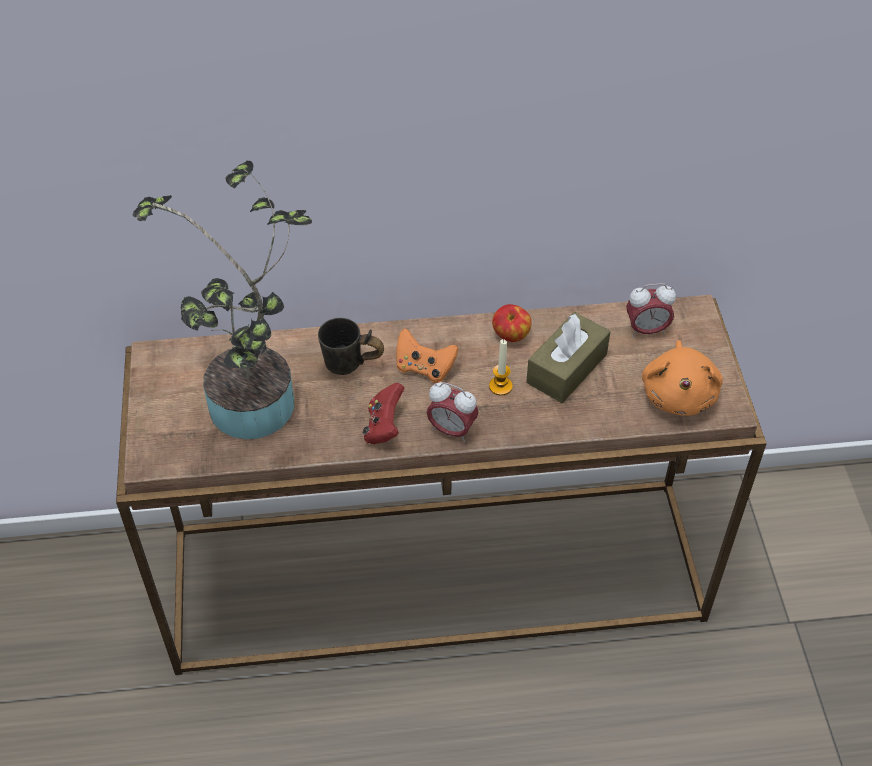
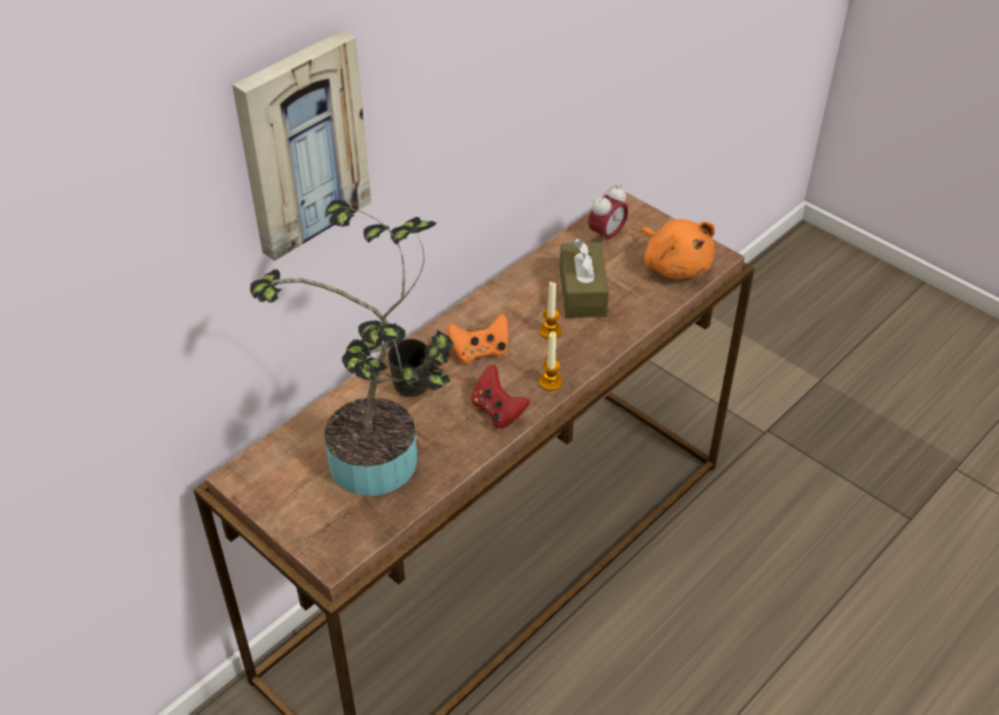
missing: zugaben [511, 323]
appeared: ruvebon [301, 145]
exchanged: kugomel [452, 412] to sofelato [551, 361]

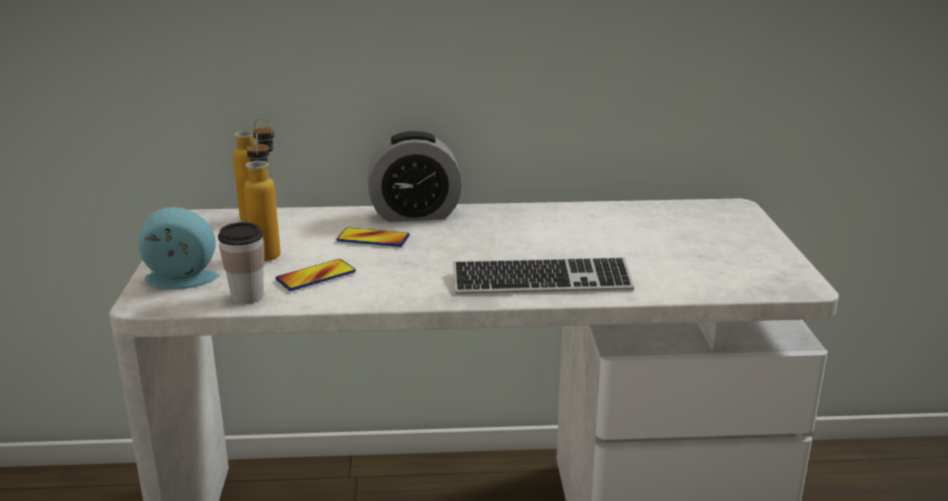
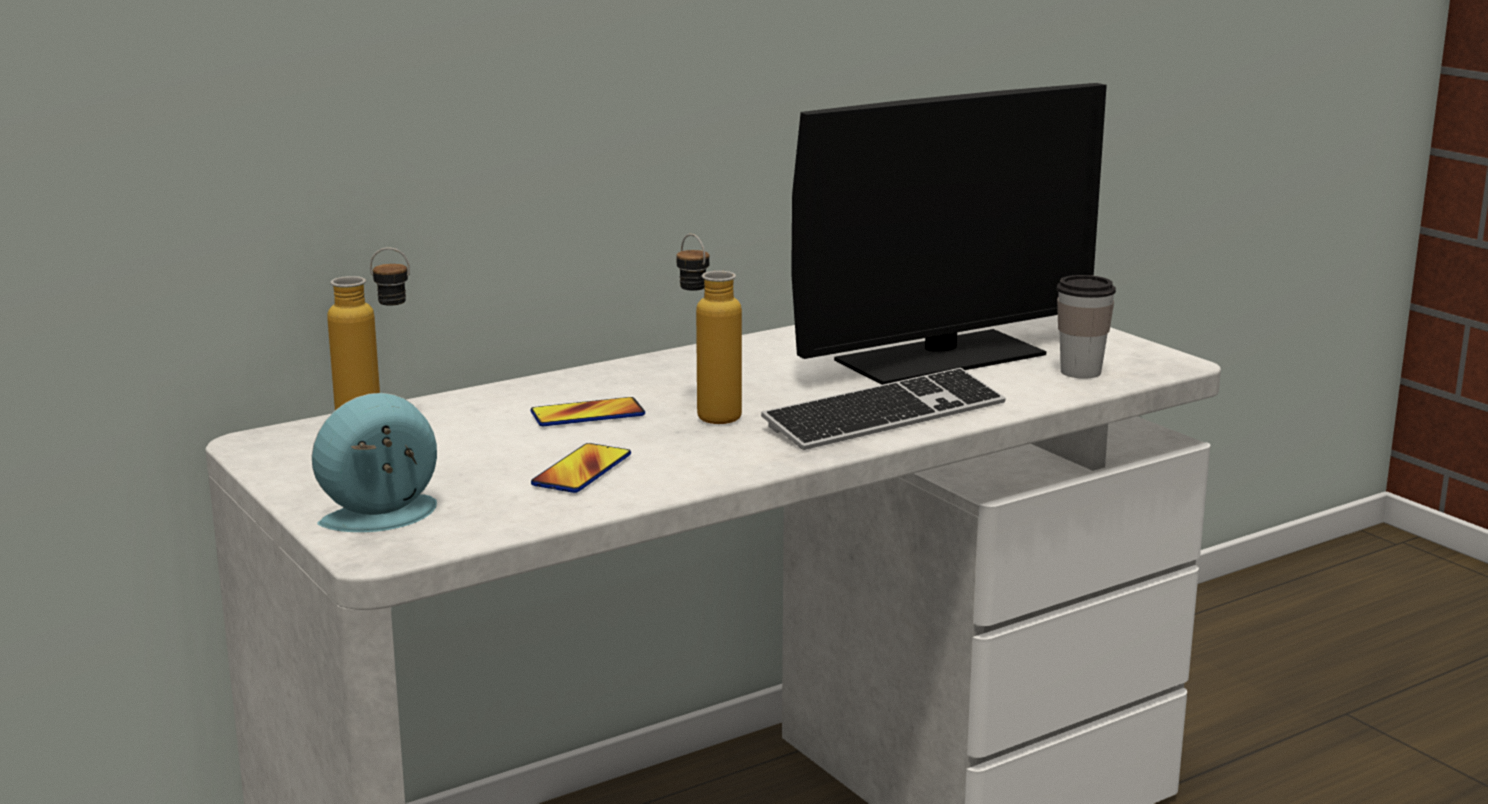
missing: kugomel [415, 176]
appeared: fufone [949, 234]
relocated: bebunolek [241, 263] to [1086, 327]; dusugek [262, 197] to [709, 329]

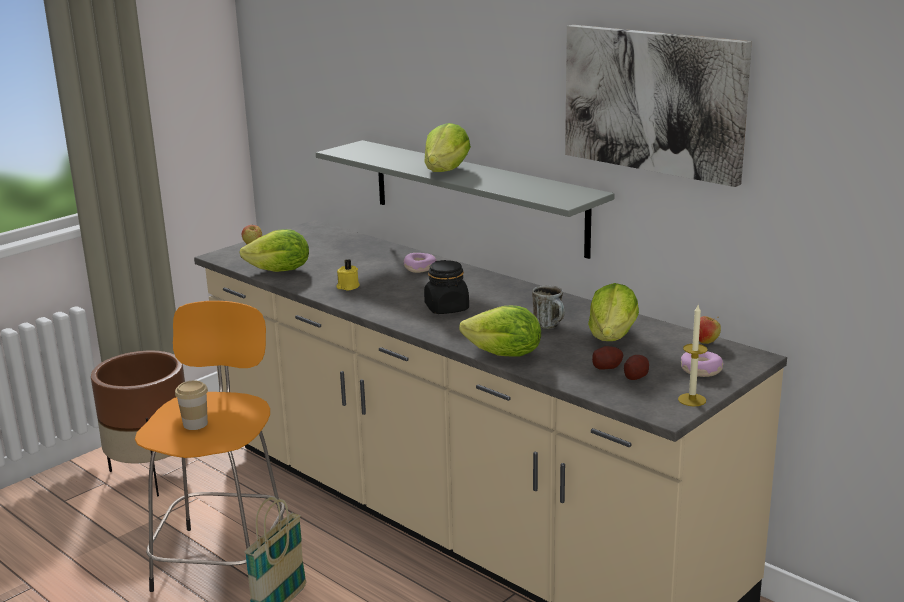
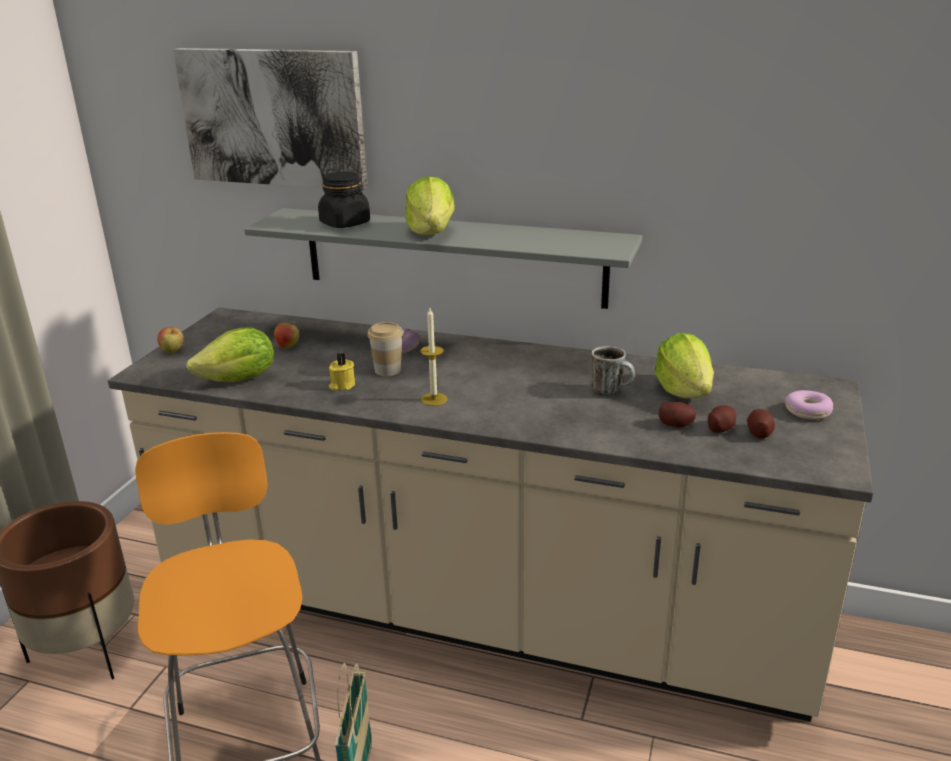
missing: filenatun [500, 331]
appeared: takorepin [677, 415]
relocated: bebunolek [191, 405] to [385, 349]; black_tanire [446, 287] to [344, 200]; ruvebon [658, 106] to [270, 119]; sofelato [693, 355] to [434, 357]; zugaben [710, 330] to [286, 335]

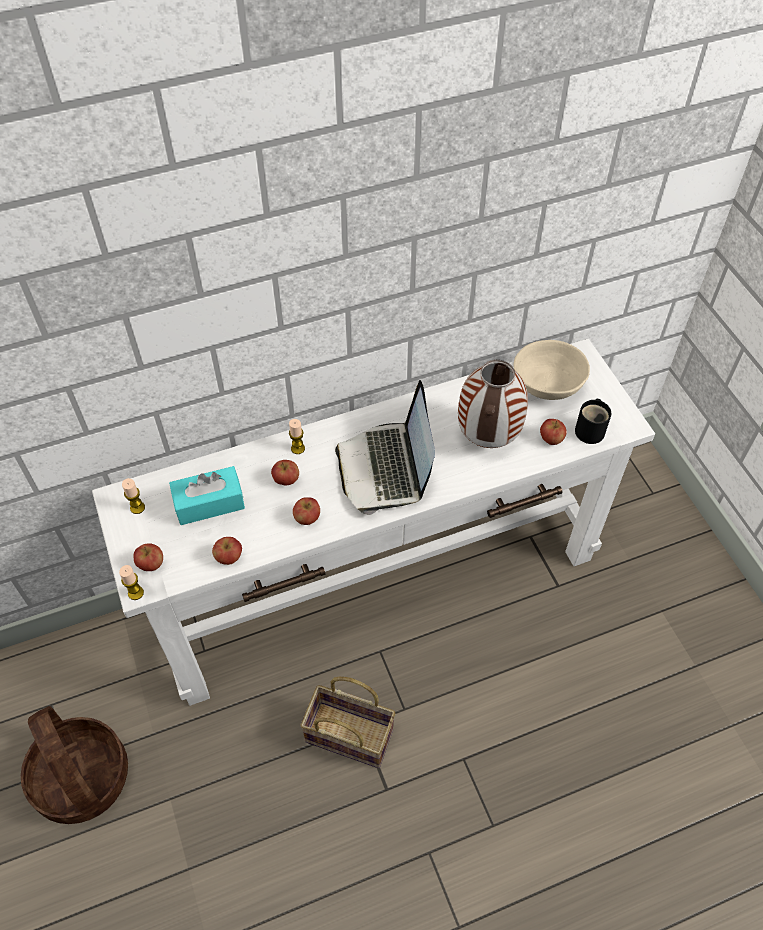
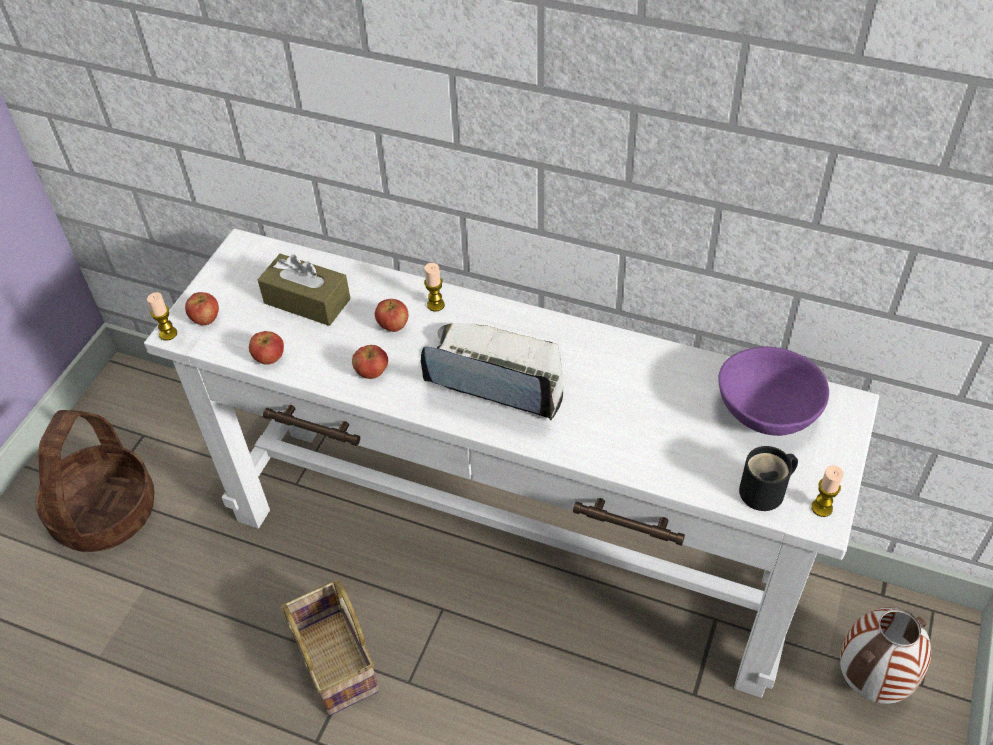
missing: zugaben [553, 432]
relocated: sofelato [133, 496] to [827, 491]; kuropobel [493, 404] to [885, 655]
colour: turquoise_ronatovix [207, 495] to brown_ronatovix [304, 290]; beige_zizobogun [552, 370] to purple_zizobogun [773, 391]
spun: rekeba [385, 447] = [492, 371] 75 degrees clockwise

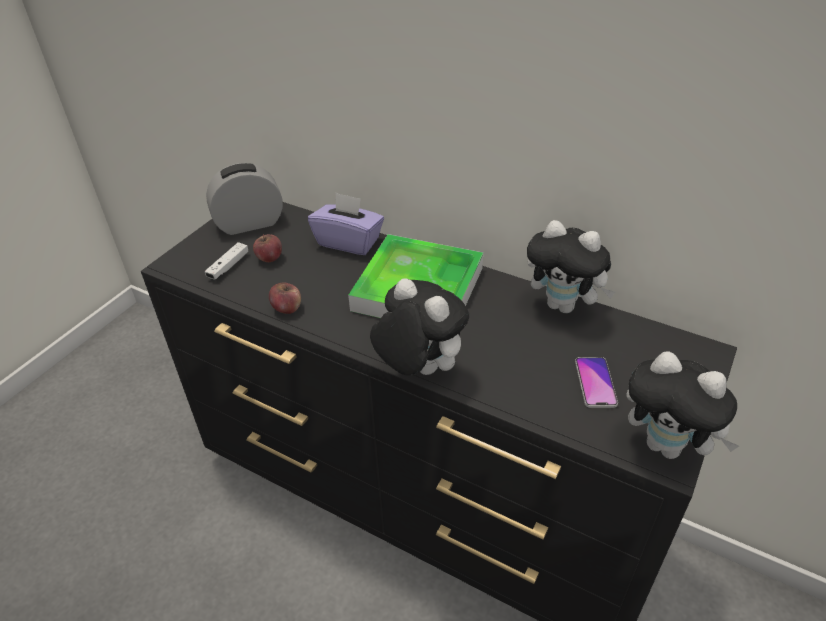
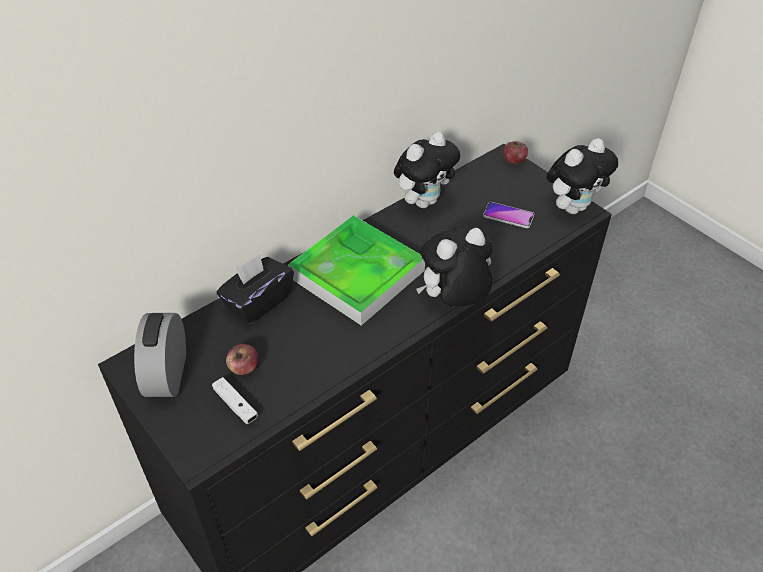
relocated: zugaben [285, 298] to [515, 152]
colour: purple_ronatovix [346, 224] to black_ronatovix [255, 289]

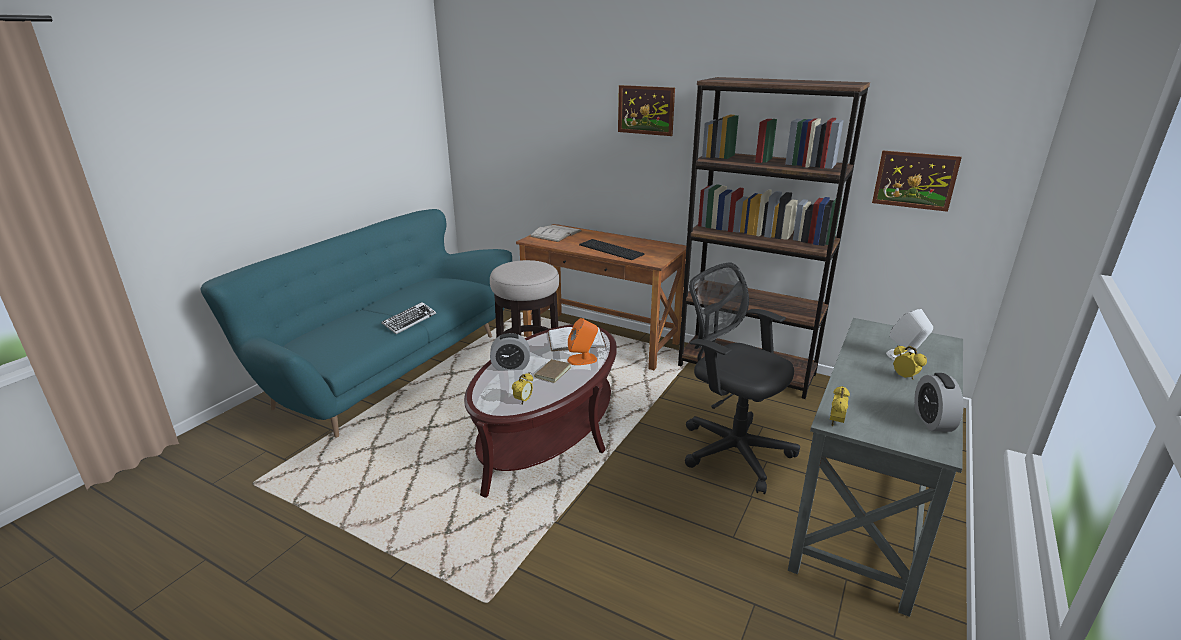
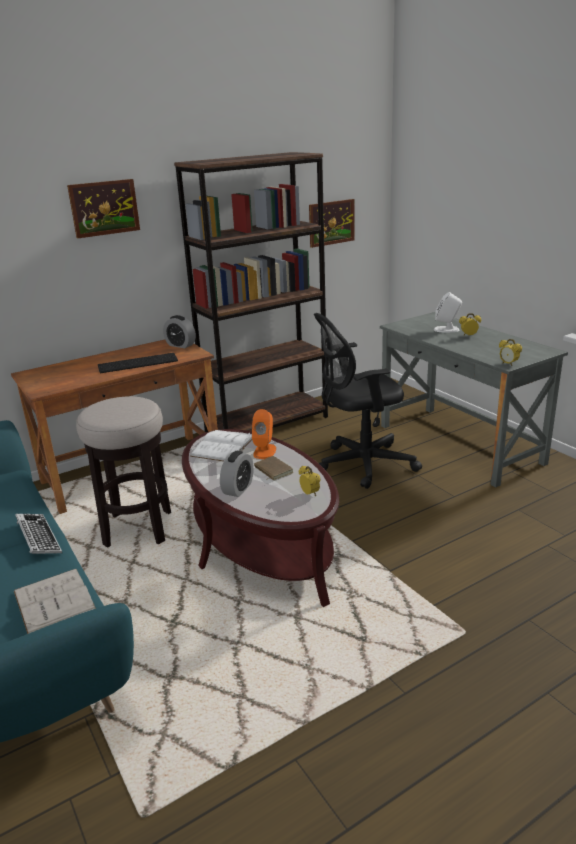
relocated: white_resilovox [555, 233] to [55, 601]; kugomel [939, 402] to [179, 331]

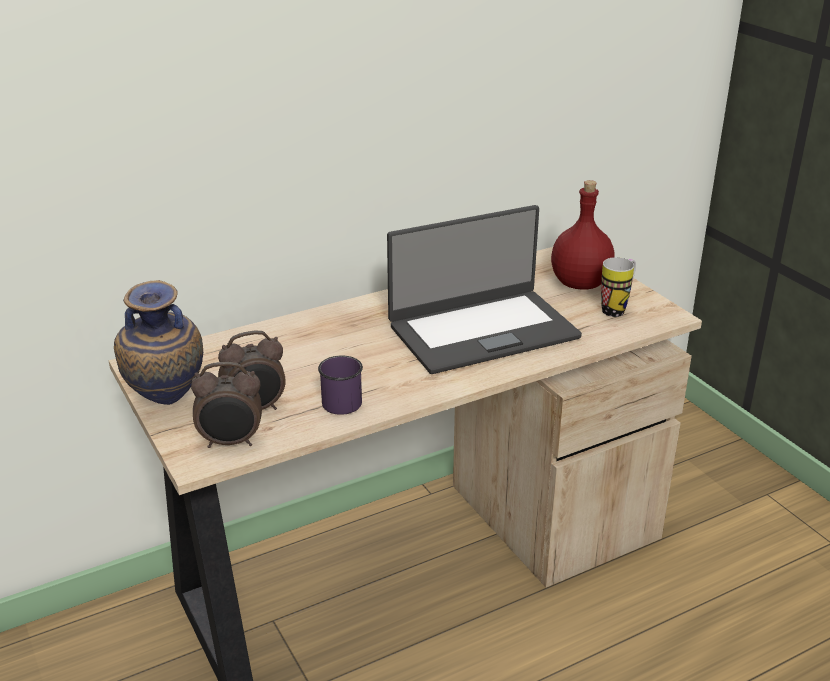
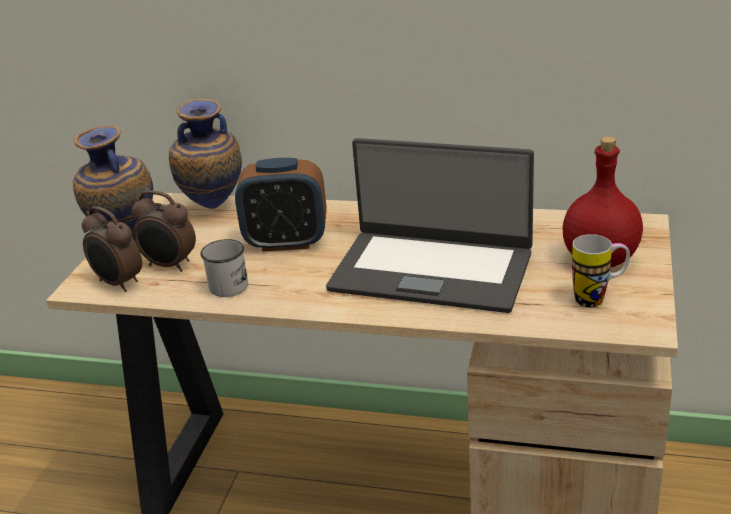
appeared: kuropobel [205, 154]; kugomel [280, 205]
colour: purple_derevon [340, 385] to white_derevon [224, 268]

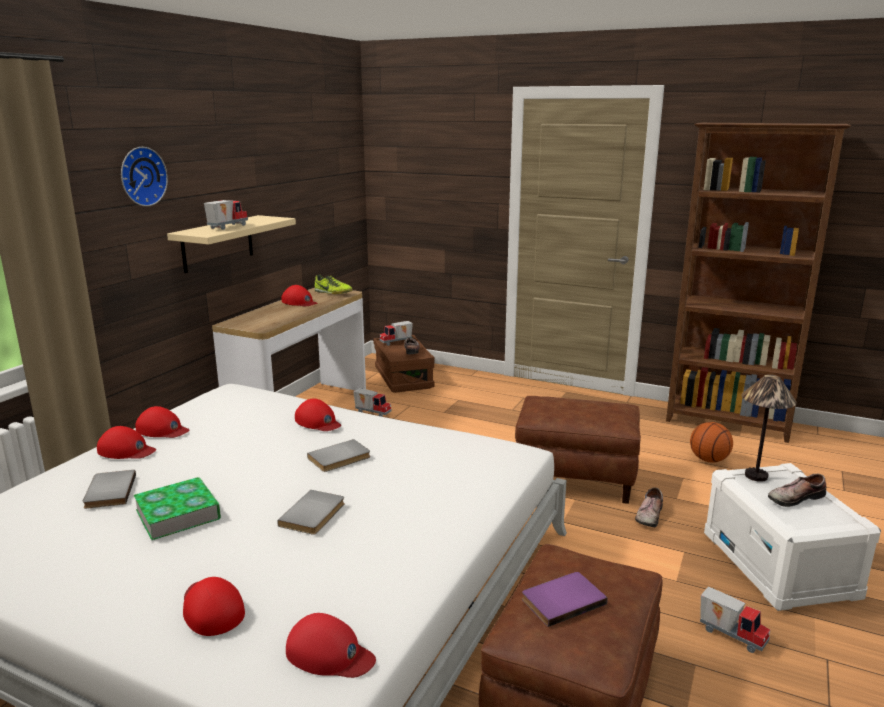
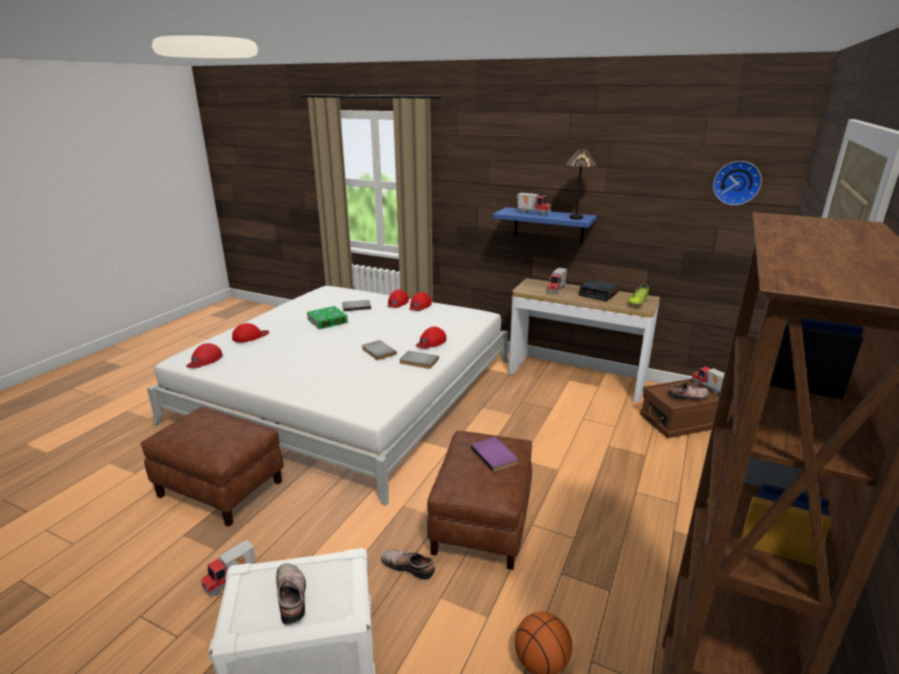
relocated: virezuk [144, 176] to [737, 183]; grey_resilovox [311, 512] to [419, 360]; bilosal [372, 402] to [557, 281]; purple_resilovox [564, 599] to [494, 454]; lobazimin [769, 428] to [581, 184]
exchanged: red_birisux [300, 295] to kugomel [599, 290]
colour: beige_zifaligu [231, 244] to blue_zifaligu [545, 225]

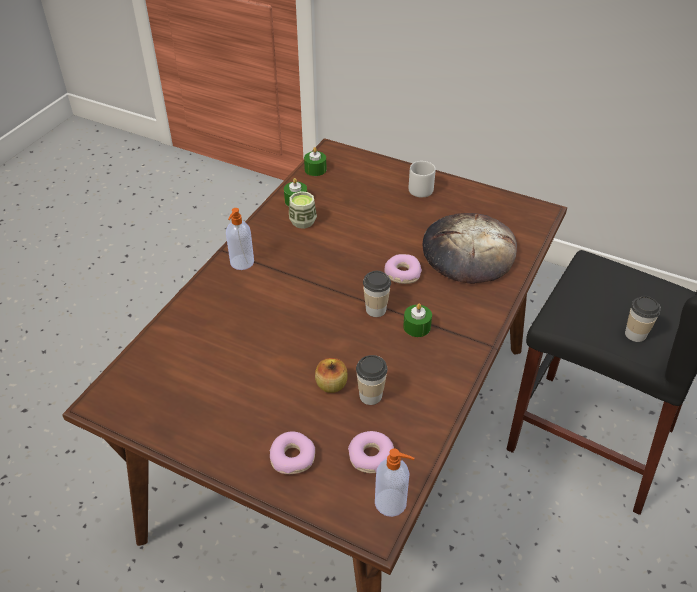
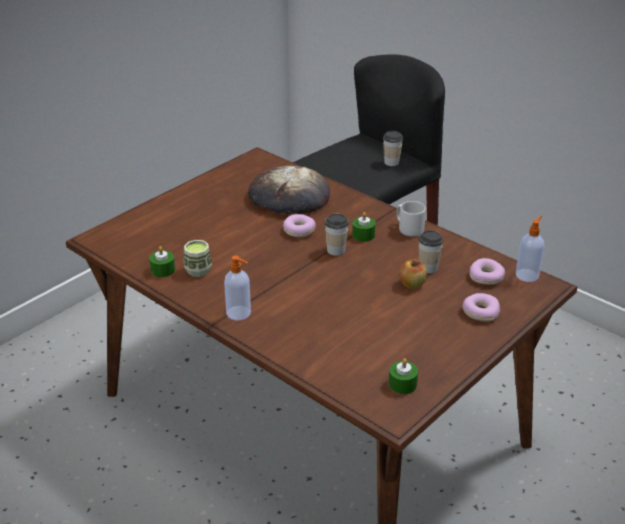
relocated: green_sofelato [315, 161] to [403, 376]; grey_derevon [422, 179] to [411, 219]

